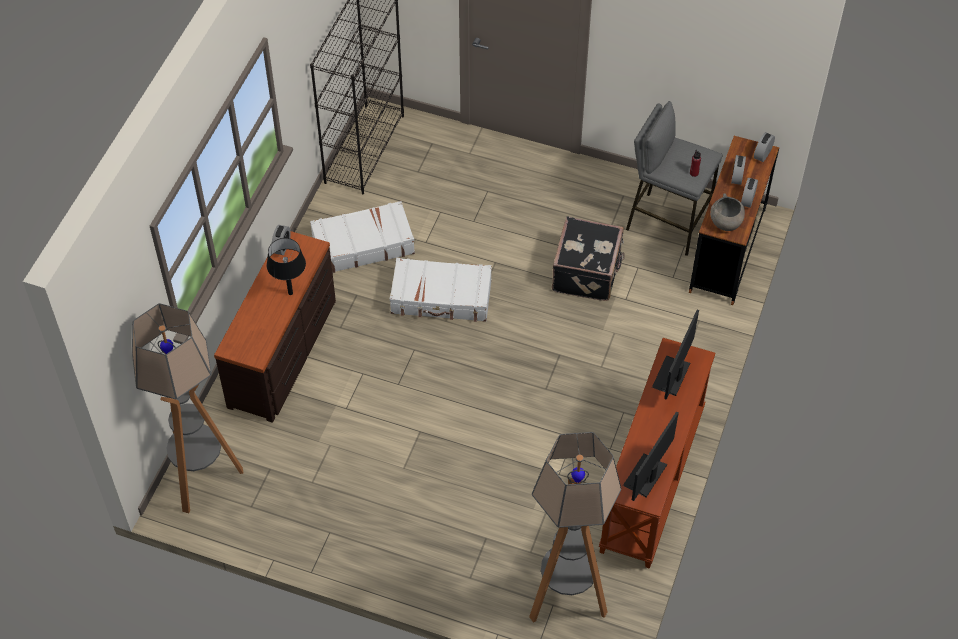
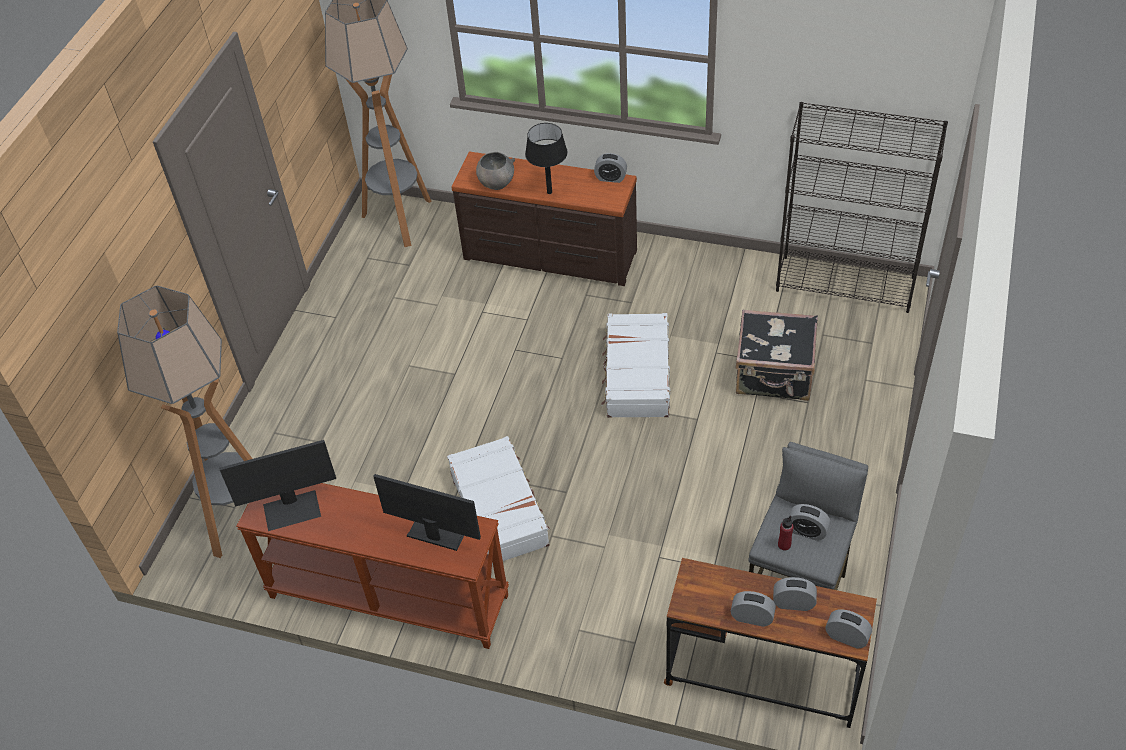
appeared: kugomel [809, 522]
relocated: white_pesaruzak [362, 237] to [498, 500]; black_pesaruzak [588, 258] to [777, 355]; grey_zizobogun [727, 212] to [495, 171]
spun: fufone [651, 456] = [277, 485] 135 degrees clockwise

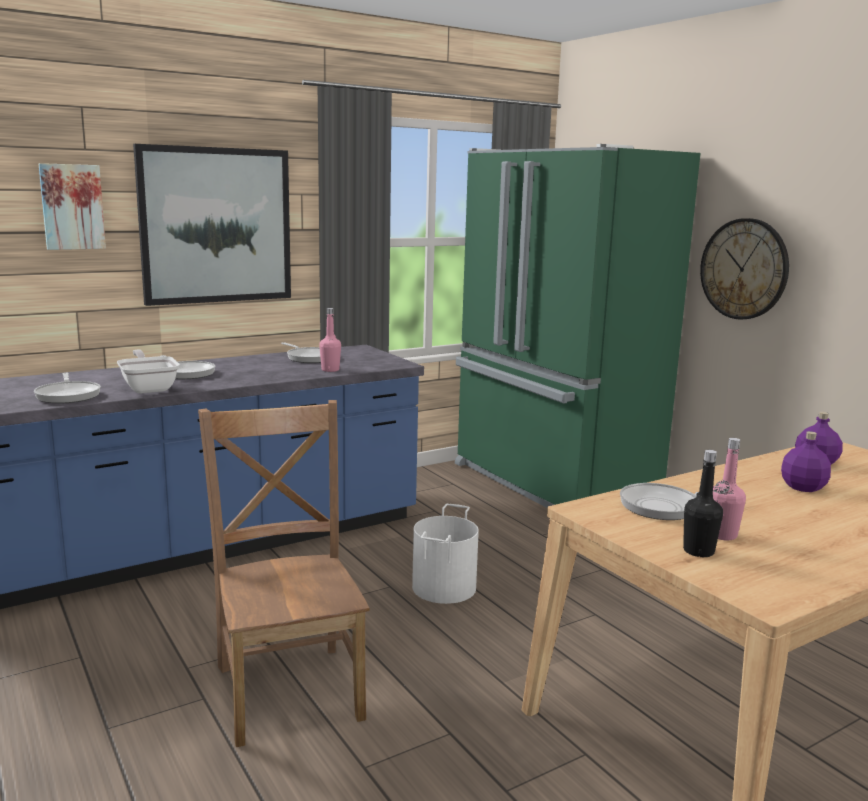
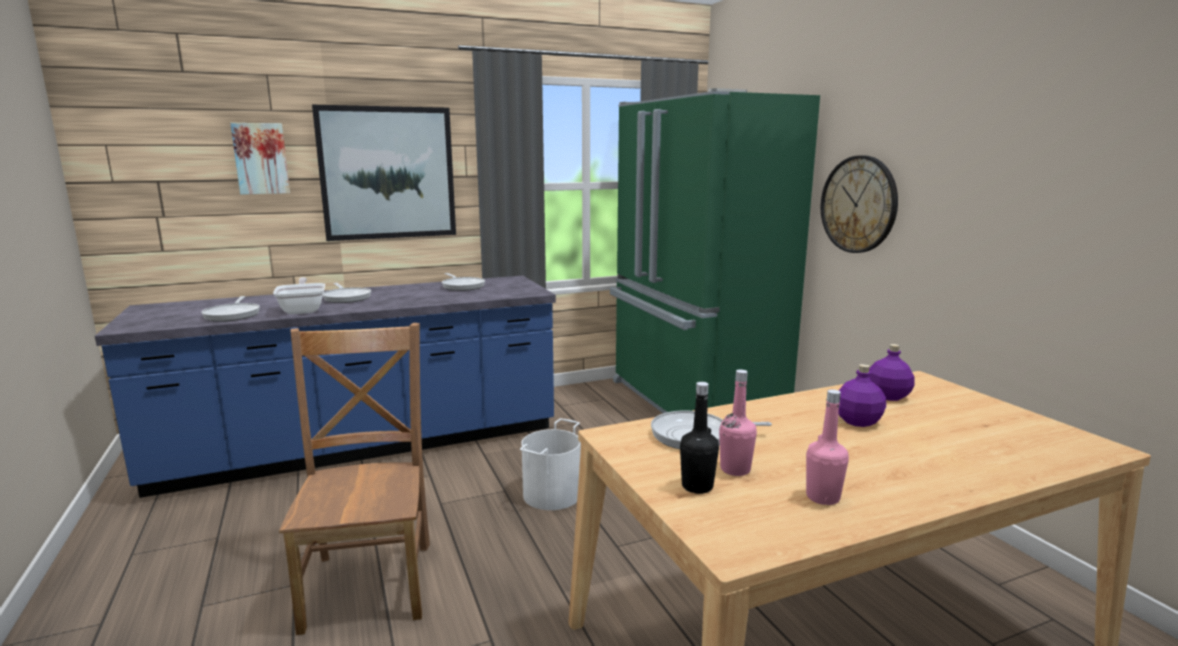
relocated: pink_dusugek [330, 340] to [827, 447]

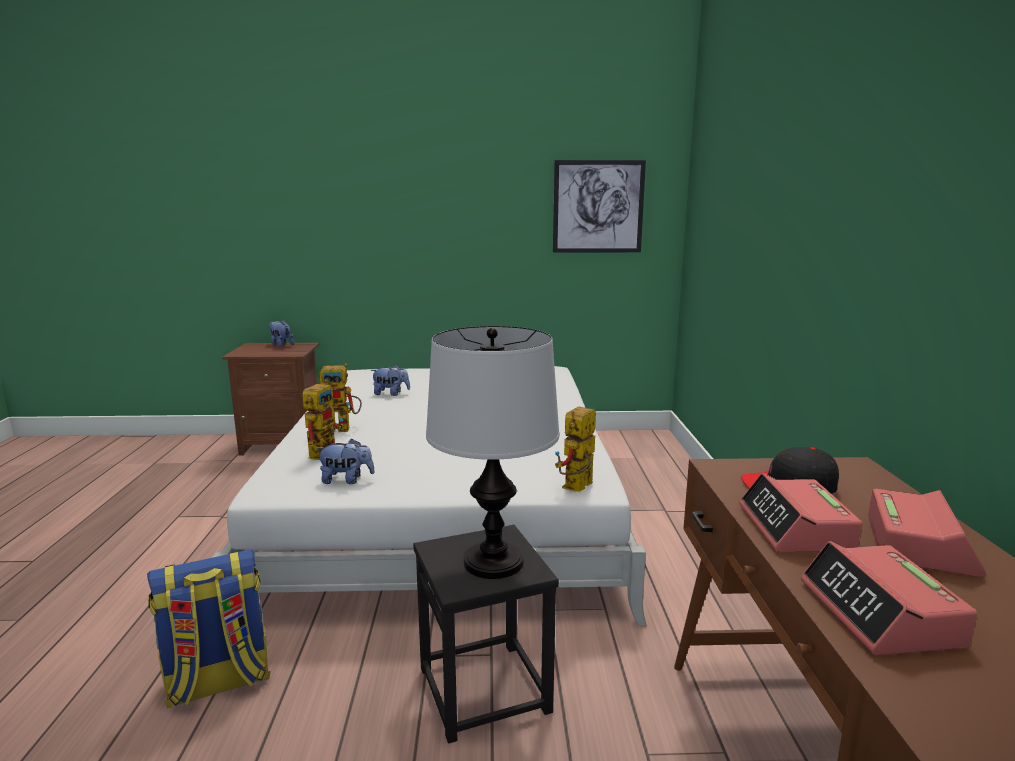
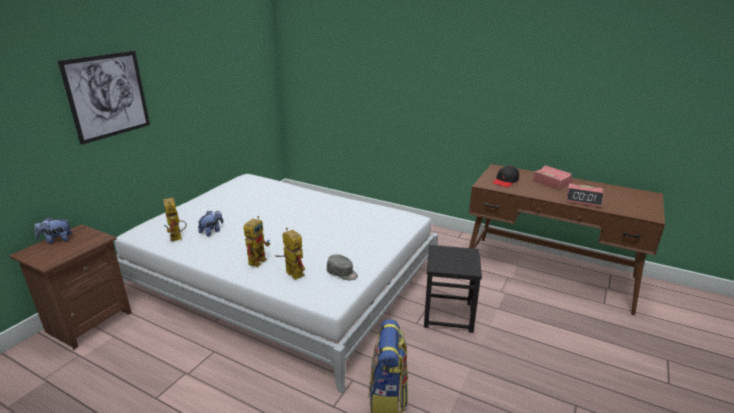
missing: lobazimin [493, 452]; kugomel [801, 512]
relocated: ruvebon [599, 206] to [104, 98]; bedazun [575, 449] to [175, 219]
exchanged: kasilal [345, 461] to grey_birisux [342, 267]

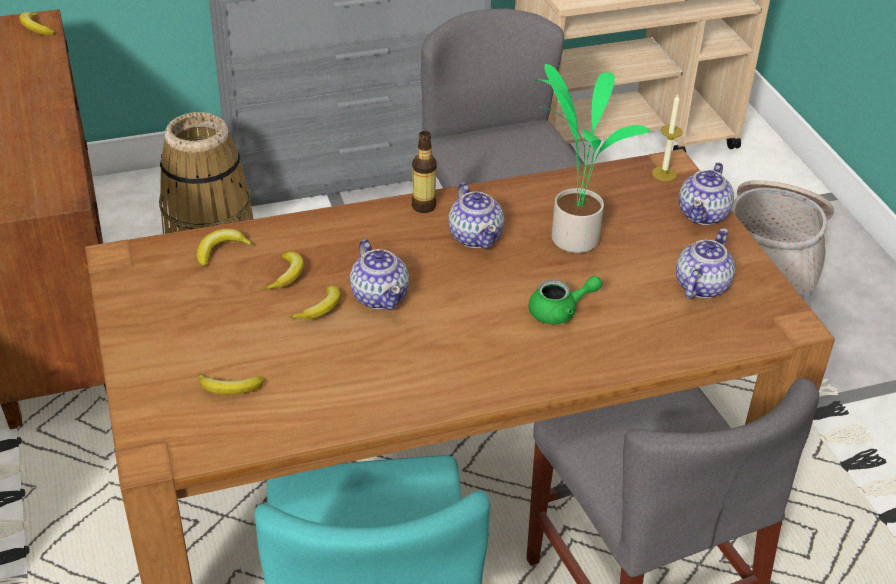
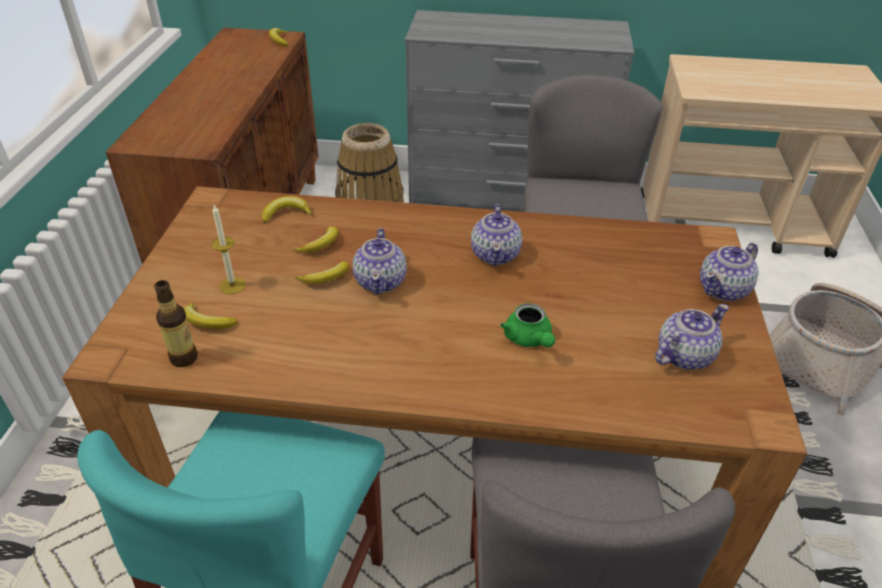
missing: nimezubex [592, 158]
relocated: dusugek [424, 172] to [176, 323]; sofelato [667, 137] to [228, 249]
spun: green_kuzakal [565, 300] = [528, 325] 60 degrees clockwise

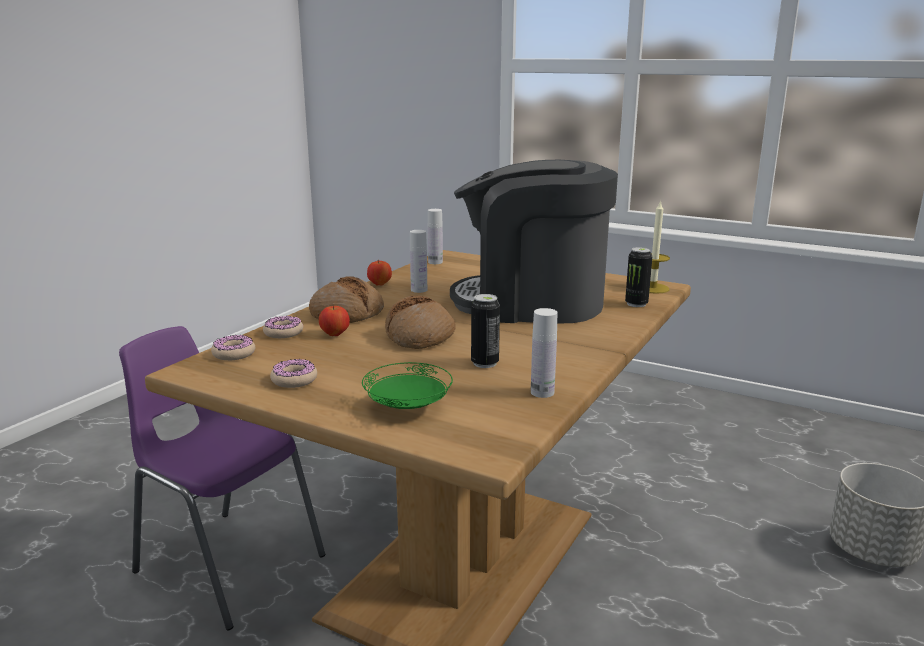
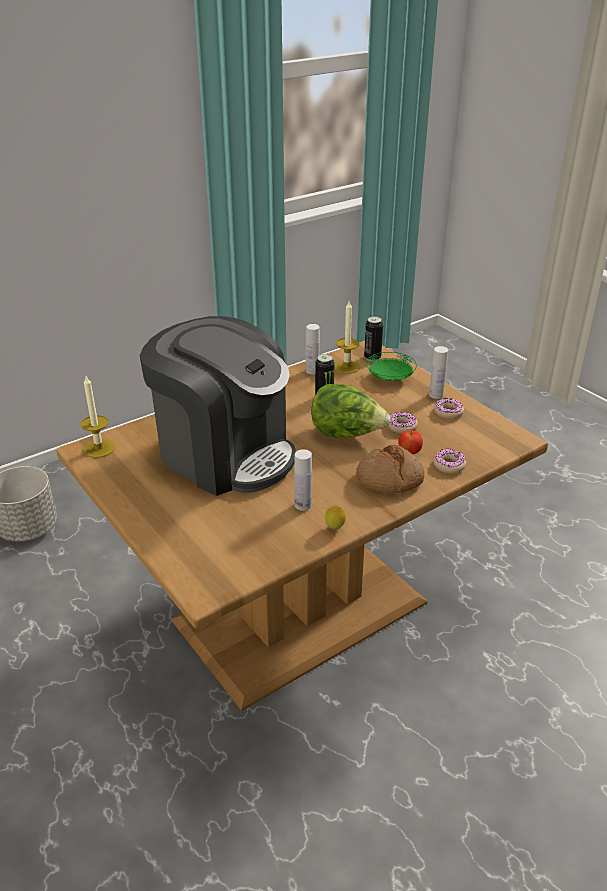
missing: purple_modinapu [222, 478]
appeared: sofelato [347, 337]
relocated: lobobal [233, 347] to [403, 423]; white_dusugek [435, 236] to [438, 372]; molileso [638, 277] to [373, 338]
exchanged: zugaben [379, 273] to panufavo [335, 517]; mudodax [420, 322] to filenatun [351, 411]

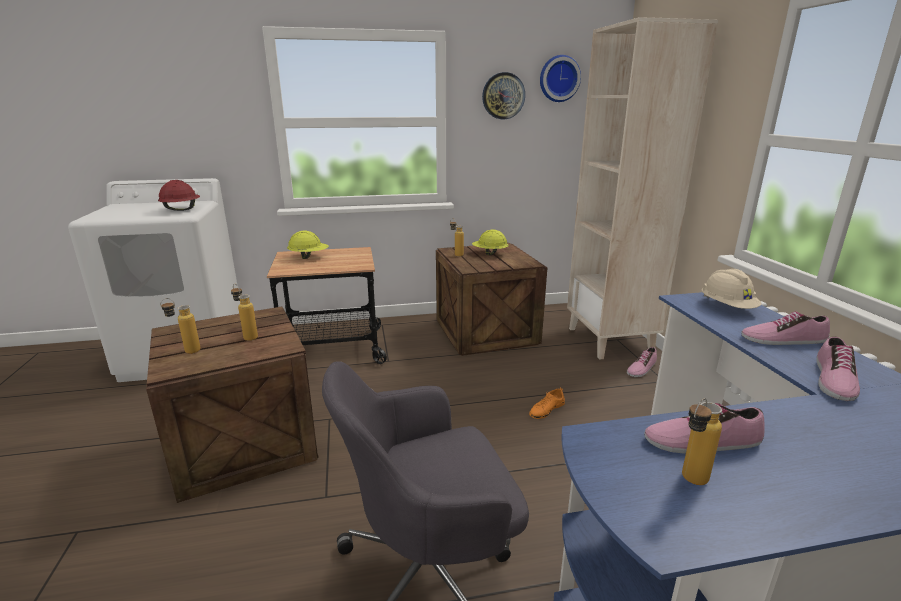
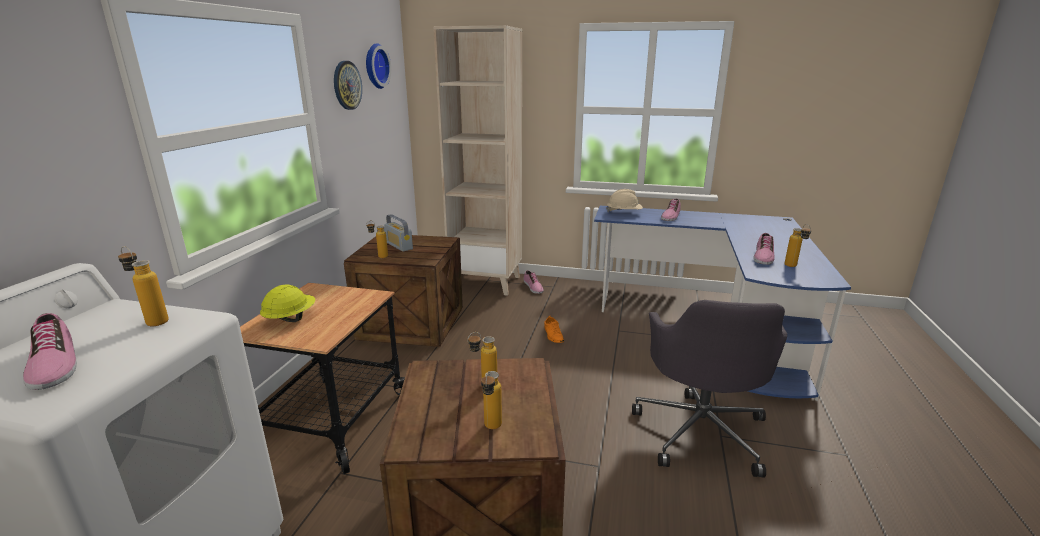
relocated: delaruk [838, 368] to [50, 351]
exchanged: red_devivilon [179, 195] to dusugek [143, 286]; yellow_devivilon [490, 242] to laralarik [398, 233]

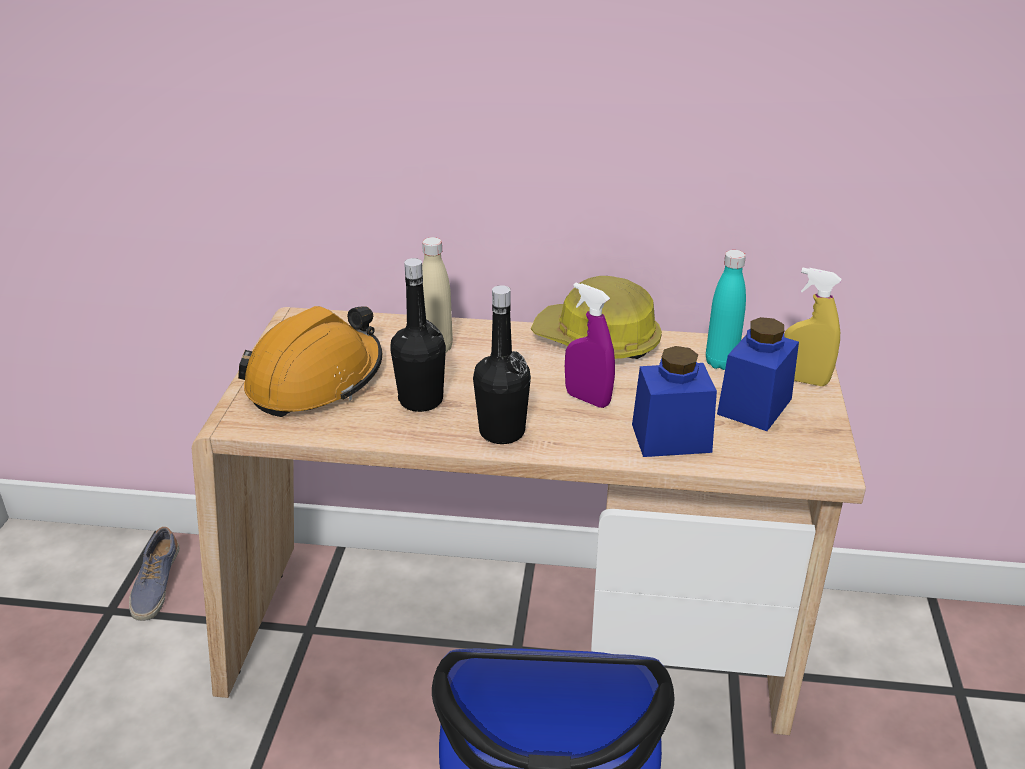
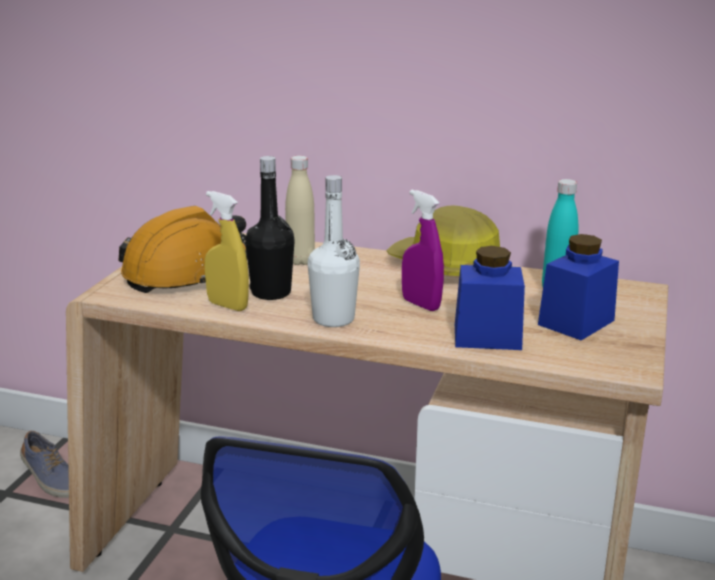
relocated: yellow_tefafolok [812, 327] to [227, 251]
colour: black_dusugek [502, 364] to white_dusugek [334, 251]
spun: delaruk [154, 574] = [44, 464] 60 degrees counterclockwise

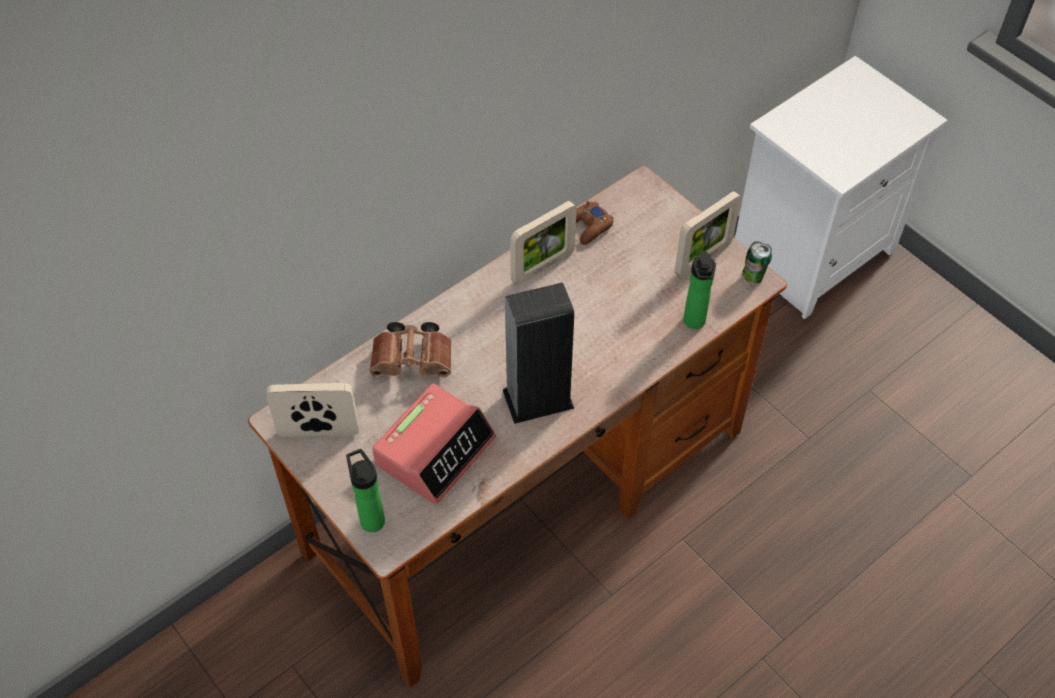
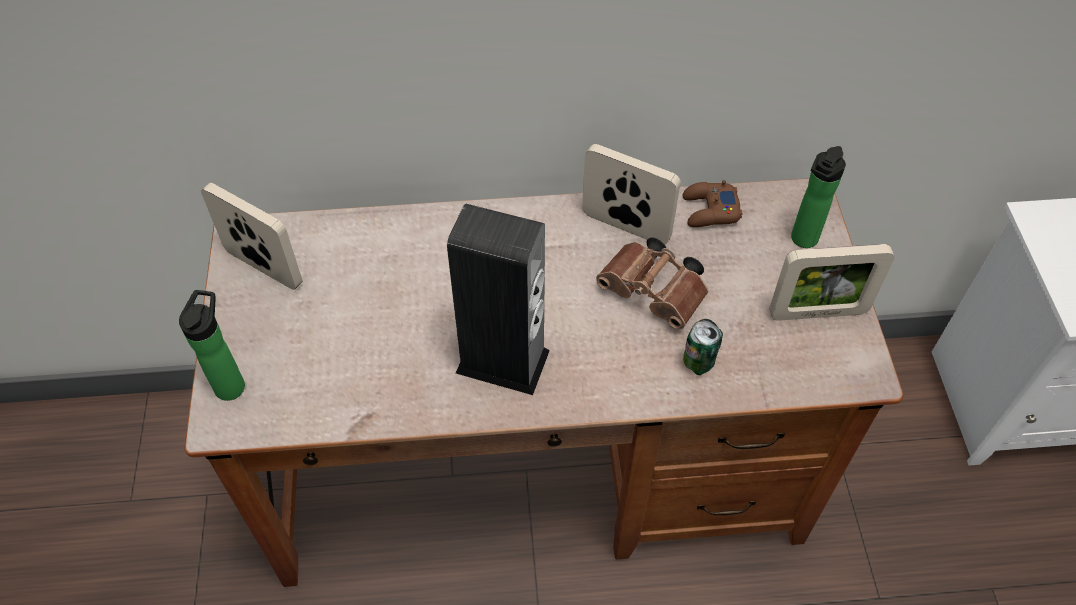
missing: kugomel [434, 444]
relocated: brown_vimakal [410, 349] to [652, 283]; dusugek [700, 289] to [818, 197]; molileso [757, 262] to [703, 347]
spun: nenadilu [543, 243] = [631, 194] 150 degrees counterclockwise

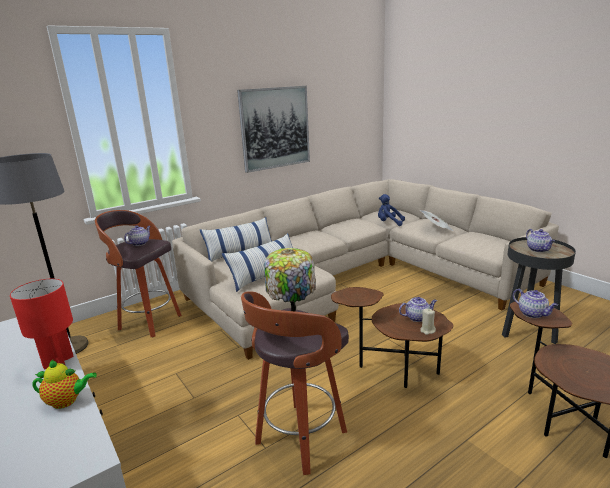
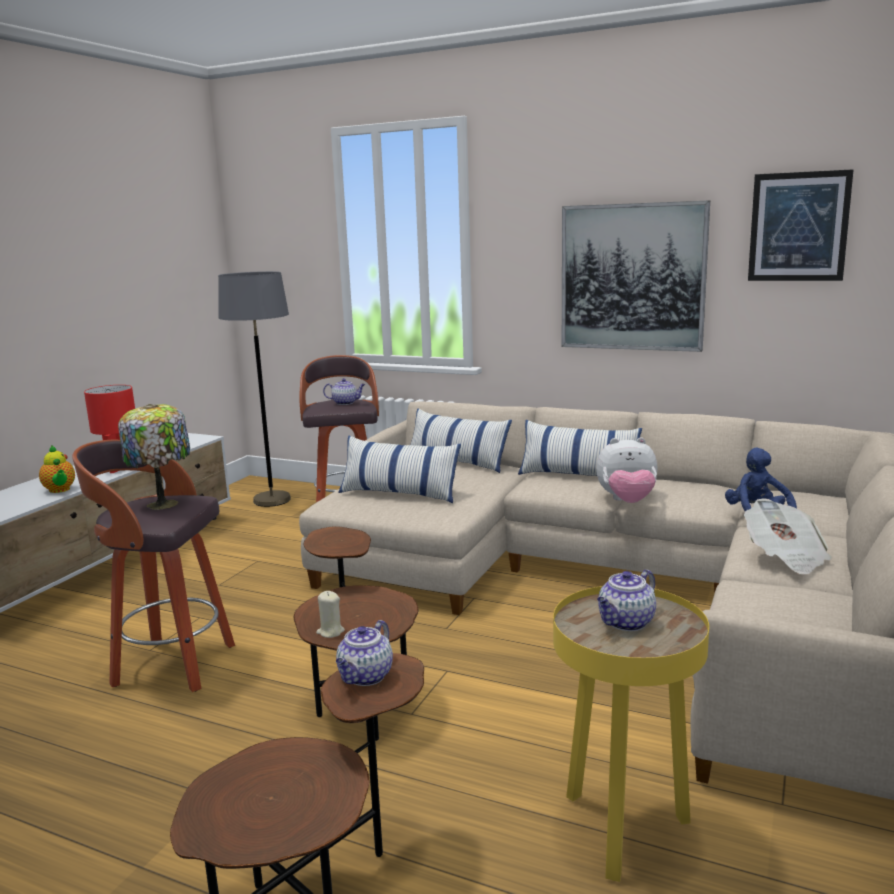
missing: kuzakal [418, 309]
appeared: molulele [580, 448]; kasilal [627, 470]; ruvebon [801, 225]
colour: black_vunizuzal [539, 290] to yellow_vunizuzal [631, 734]

